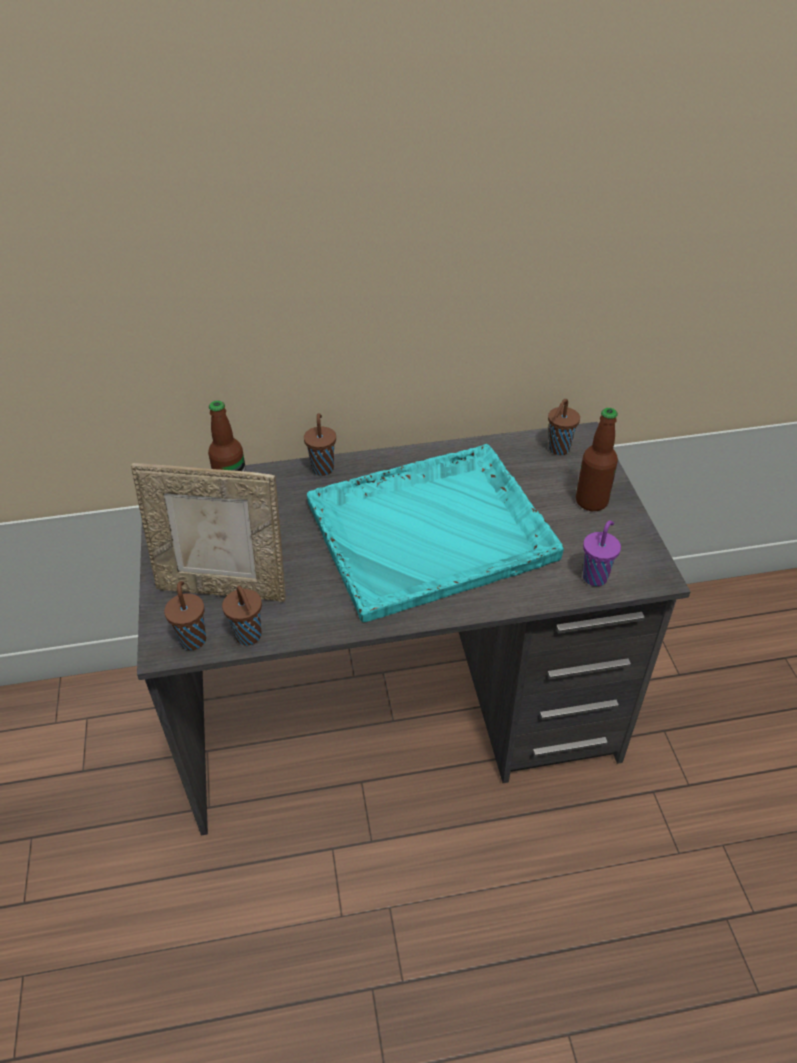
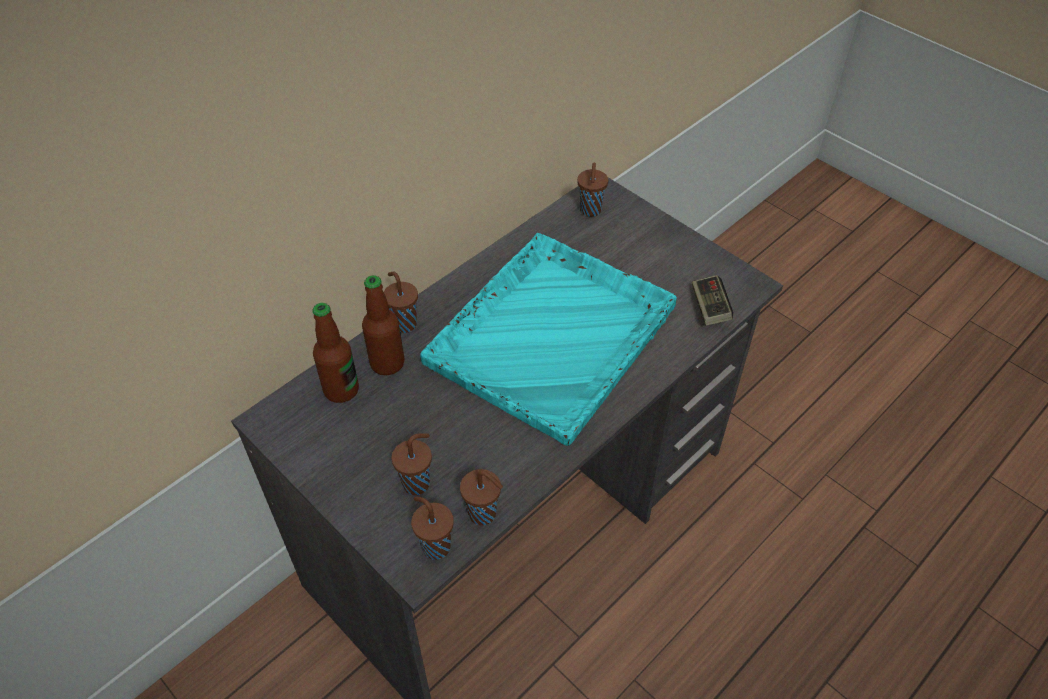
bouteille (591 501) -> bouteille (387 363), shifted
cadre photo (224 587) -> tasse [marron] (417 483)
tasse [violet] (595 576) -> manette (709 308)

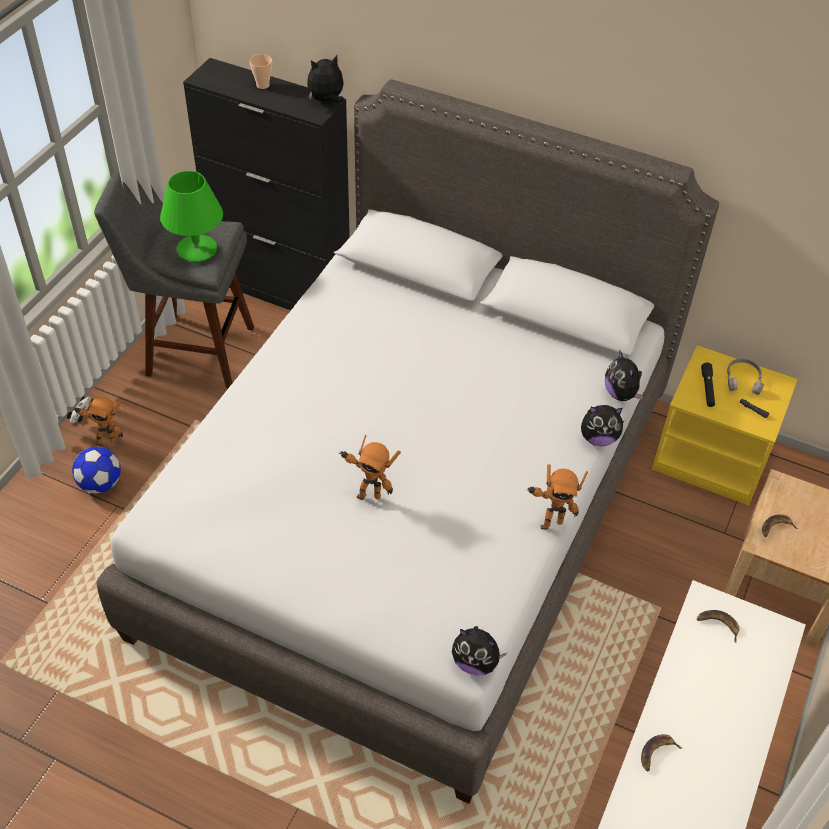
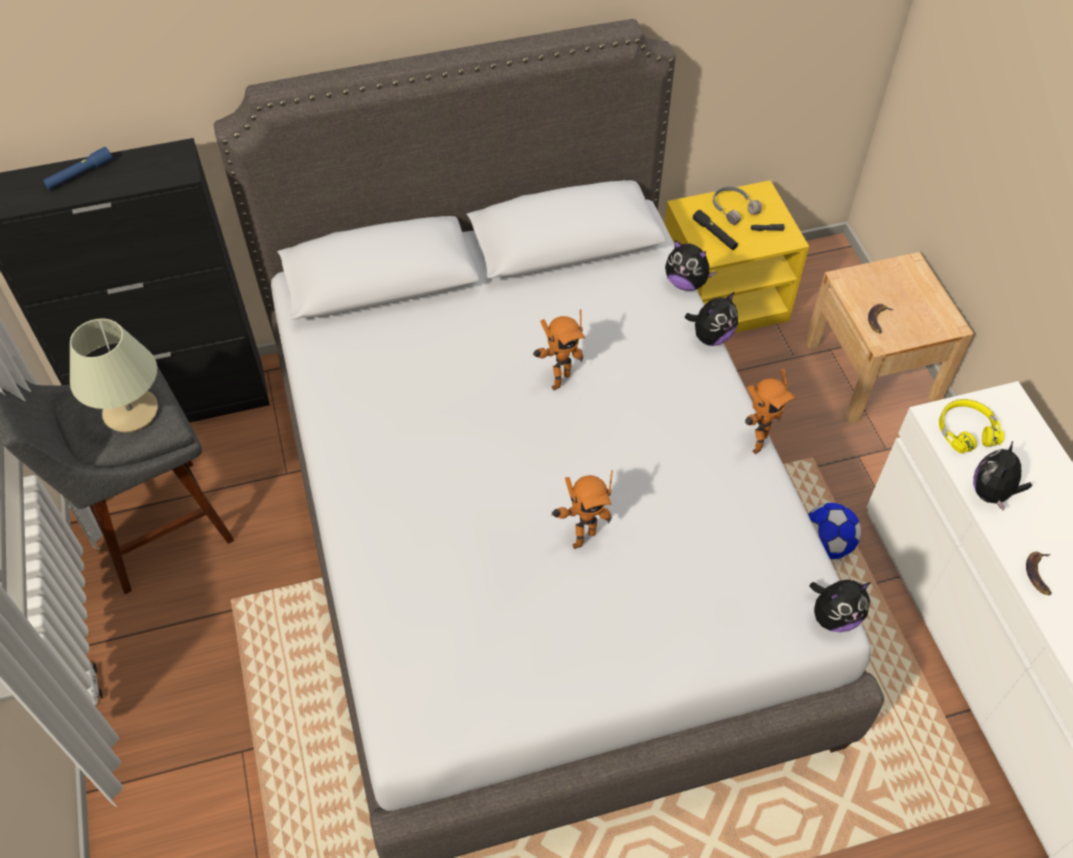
tasse (263 85) -> lampe de poche [bleu] (79 174)
lampe de table [vert] (197 250) -> lampe de table [beige] (132 411)
robot jouet (105 441) -> robot jouet (558 379), shifted
ballon de foot (100 484) -> ballon de foot (826 545), shifted
banane (718 625) -> casque audio [jaune] (965 430)
peluche (326 100) -> peluche (992 493), shifted

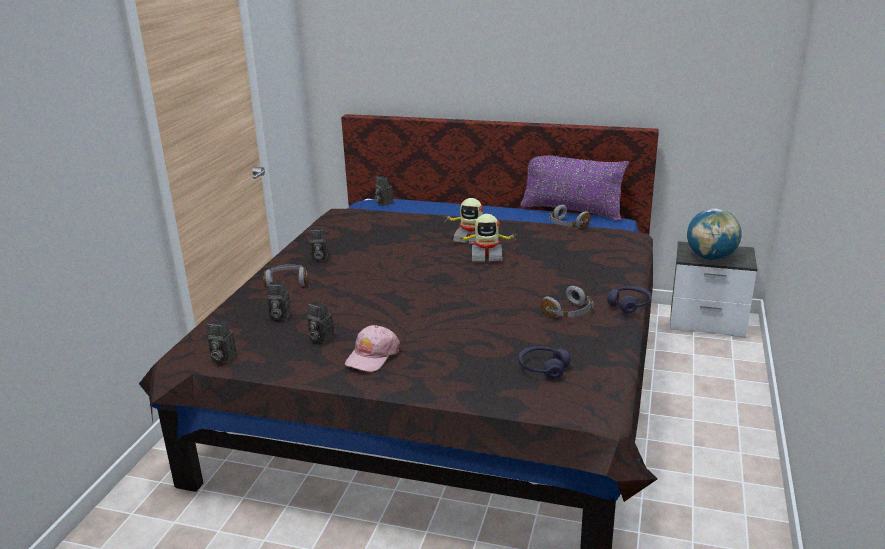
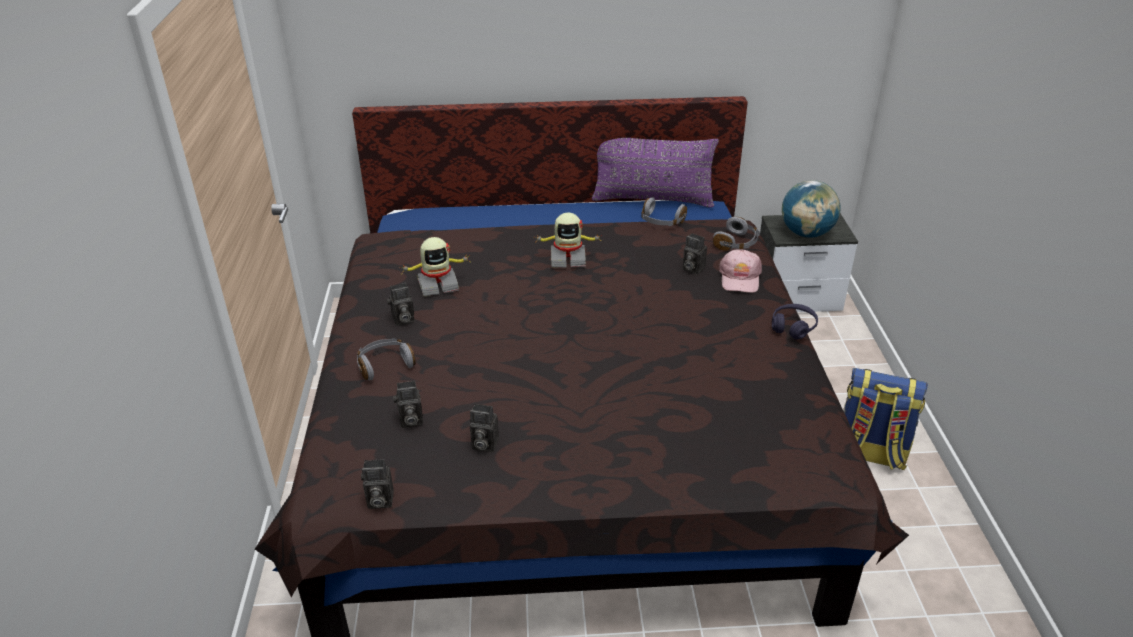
robot jouet (486 256) -> robot jouet (437 284), shifted
appareil photo (383 203) -> appareil photo (692 268), shifted
casque audio [gris] (569 312) -> casque audio [gris] (737 243), shifted
casquette [rose] (372 356) -> casquette [rose] (740 278), shifted
none -> sac à dos (869 453)
casque audio [violet] (543 368) -> none

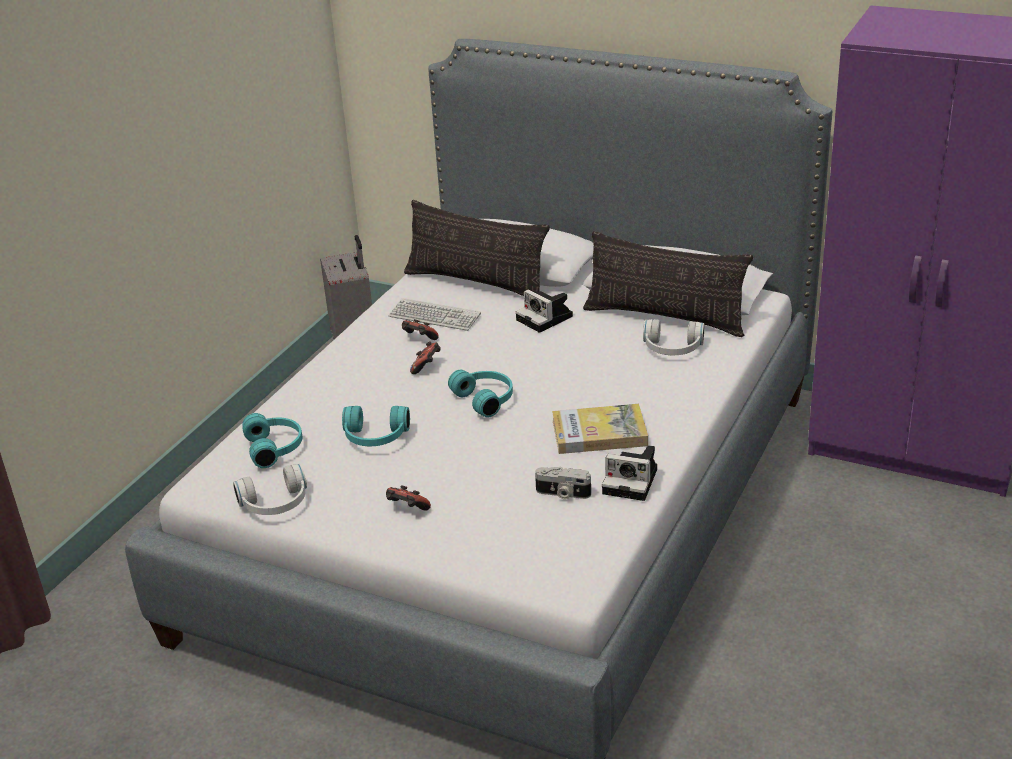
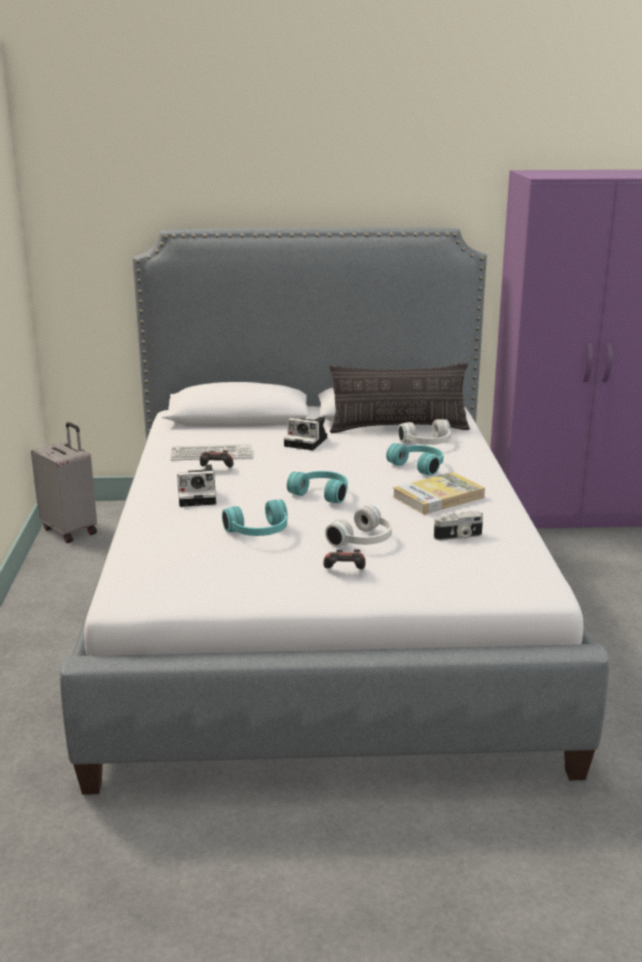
appareil photo (632 481) -> appareil photo (199 496), shifted
casque audio [blanc] (275 504) -> casque audio [blanc] (364 540), shifted
casque audio [turquoise] (276 448) -> casque audio [turquoise] (419 466), shifted
coussin (476 283) -> none
manette (427 367) -> none

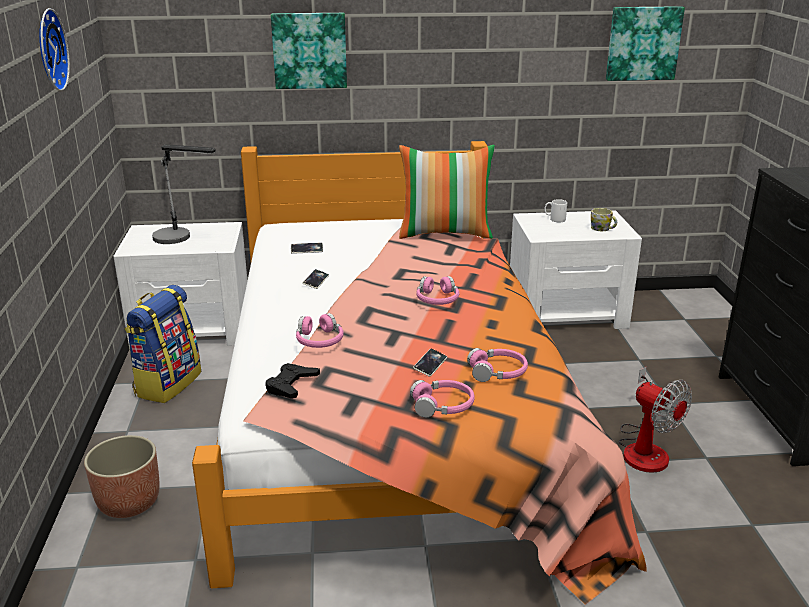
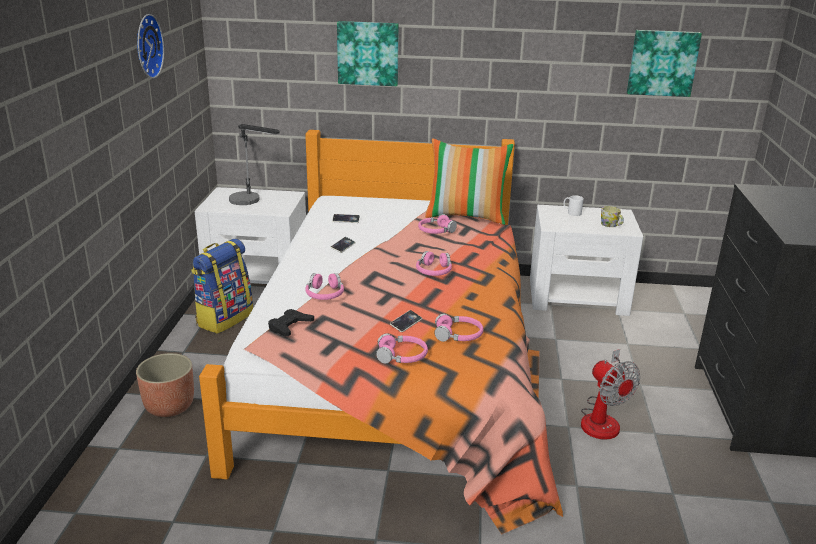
none -> casque audio [rose] (436 231)

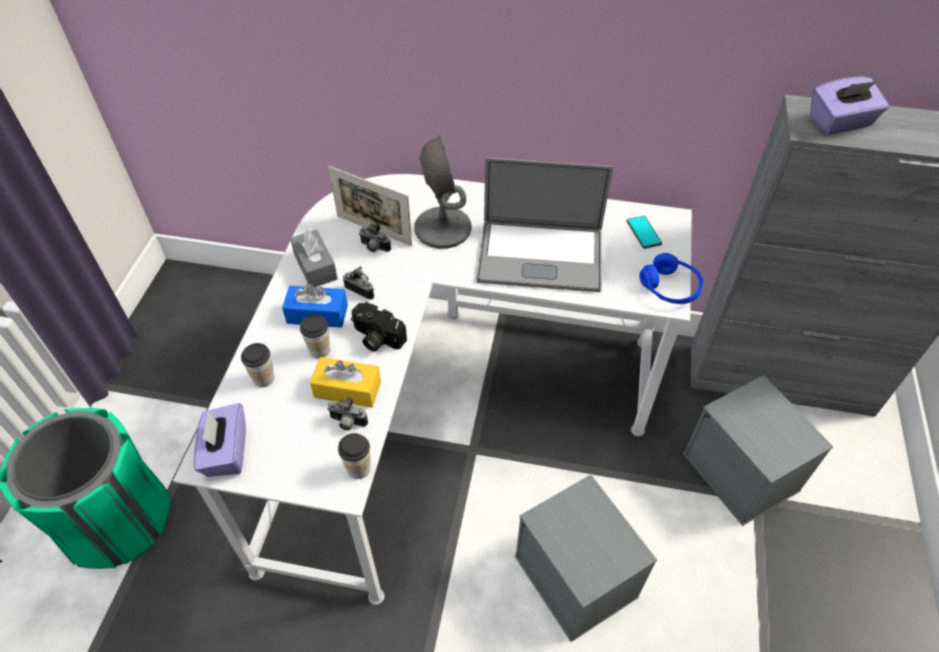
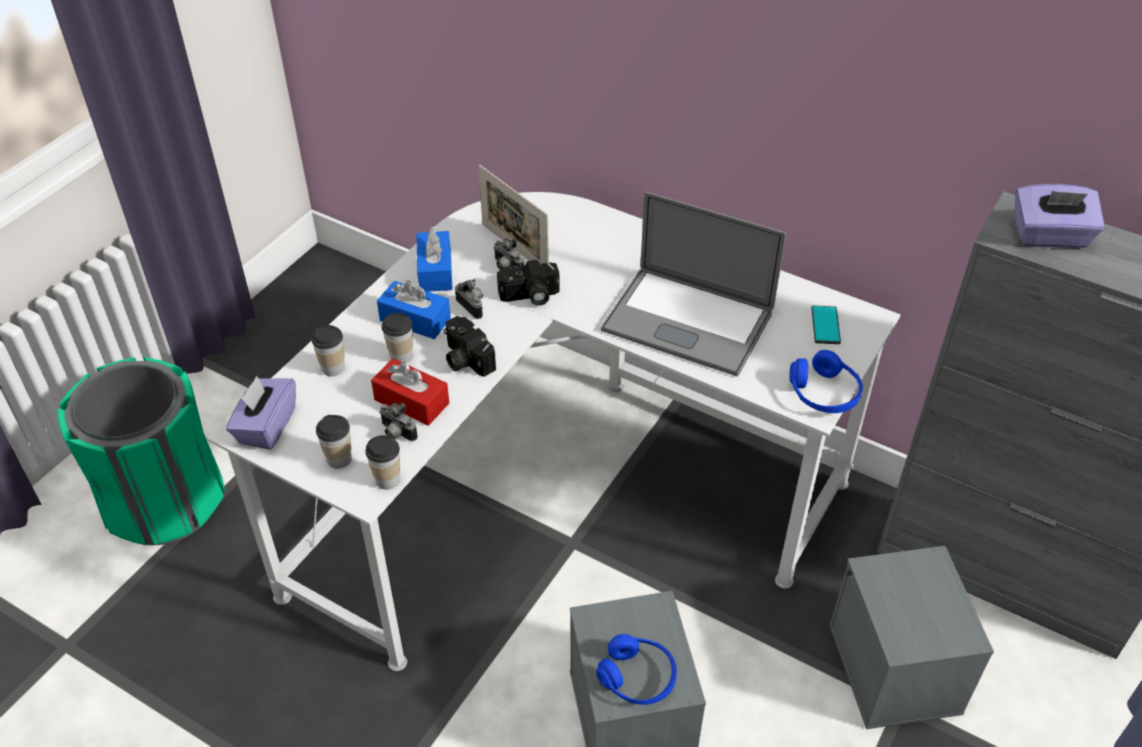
none -> tasse (339 459)
boîte à mouchoirs [jaune] (347 389) -> boîte à mouchoirs [rouge] (411 401)
boîte à mouchoirs [gris] (315 266) -> boîte à mouchoirs [bleu] (435 271)
none -> appareil photo (529 296)
none -> casque audio [bleu] (637 677)
lampe de table [gris] (442 228) -> none

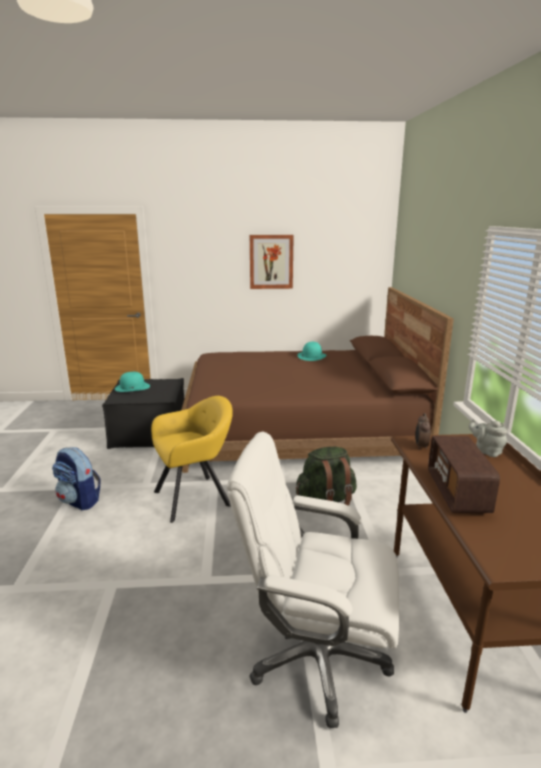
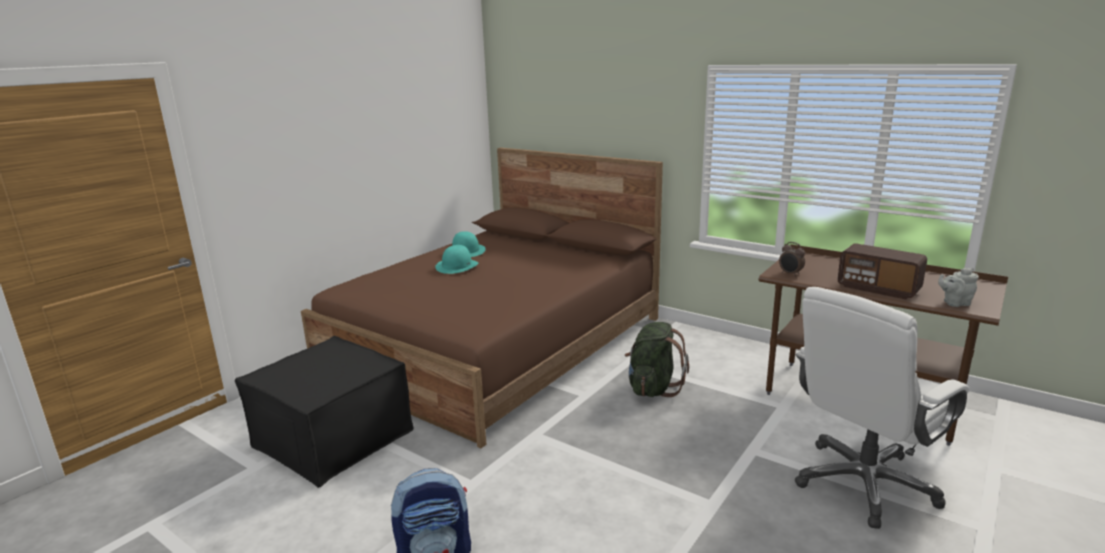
chapeau [turquoise] (132 387) -> chapeau [turquoise] (457 266), shifted
théière [gris] (486 451) -> théière [gris] (954 303), shifted
fauteuil [jaune] (196 497) -> none
tableau (271 262) -> none

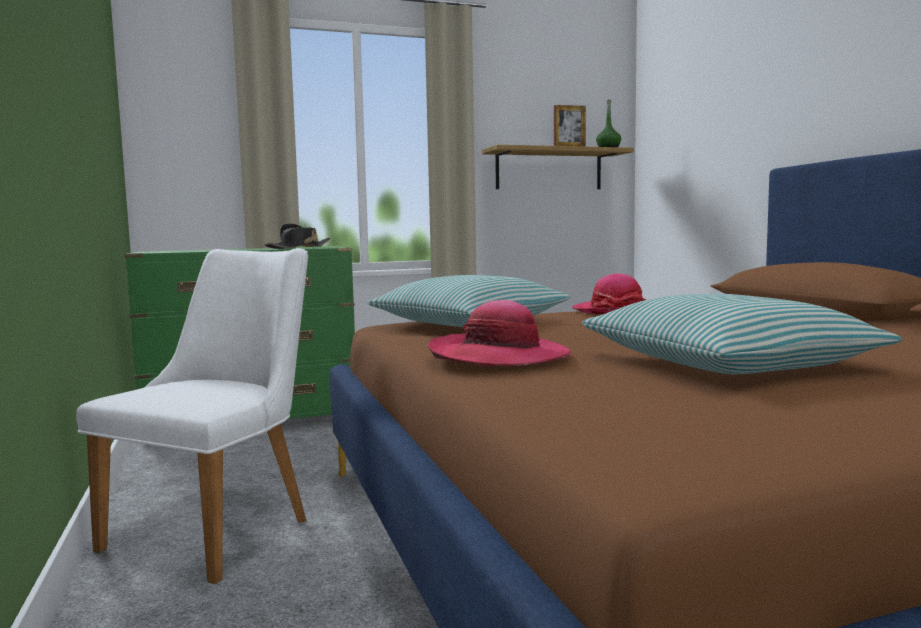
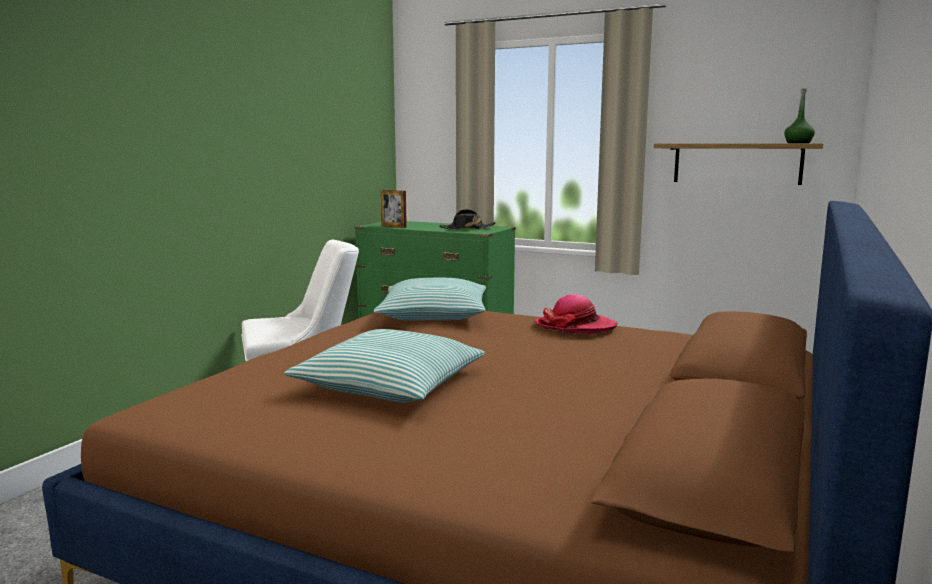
cadre photo (569 147) -> cadre photo (393 226), shifted
chapeau (498 356) -> none

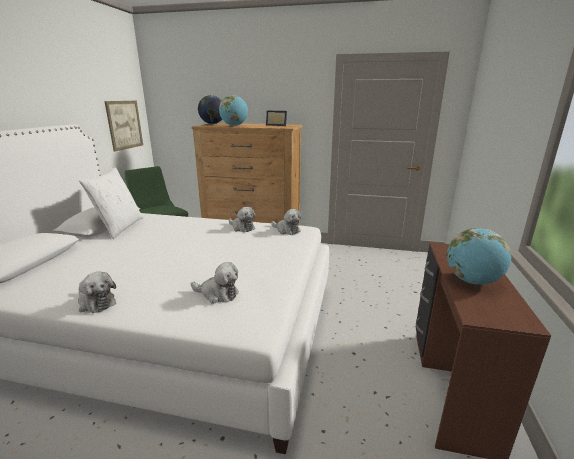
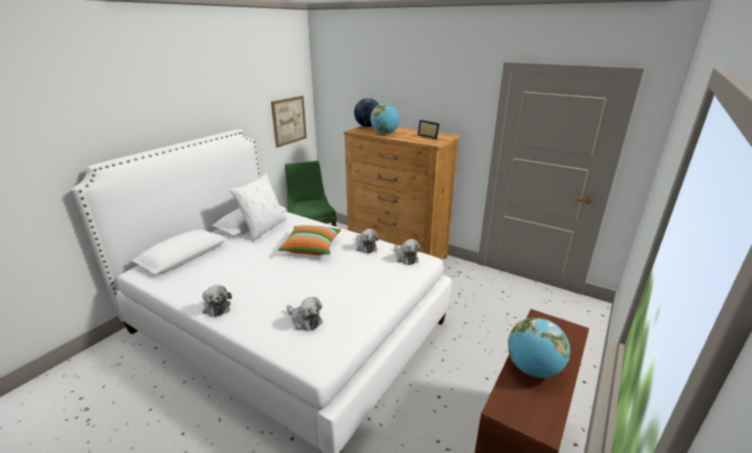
none -> coussin (311 247)

